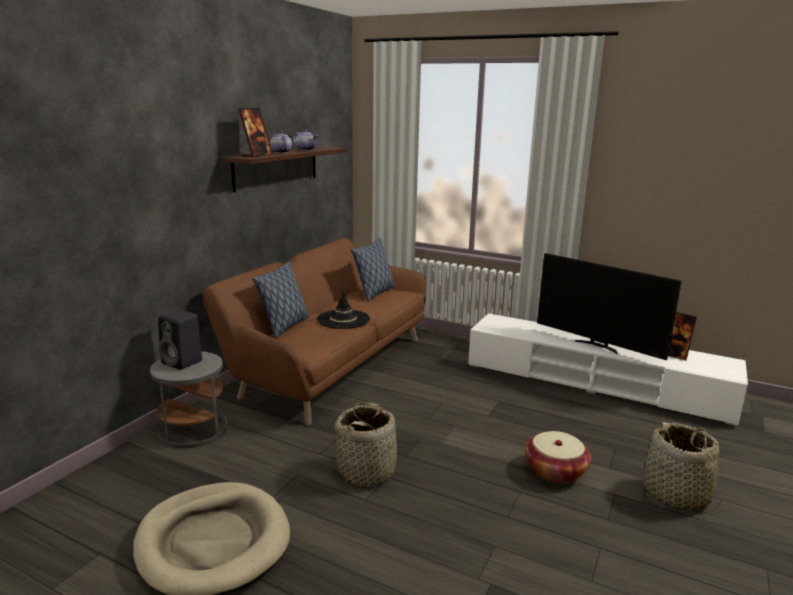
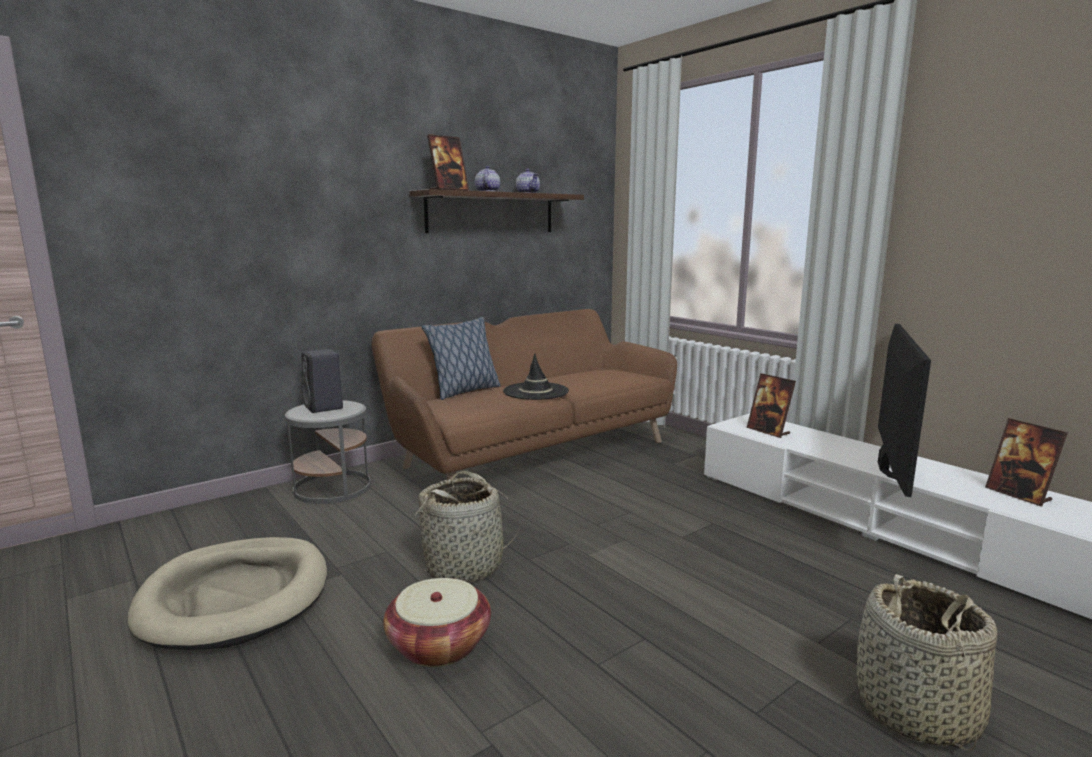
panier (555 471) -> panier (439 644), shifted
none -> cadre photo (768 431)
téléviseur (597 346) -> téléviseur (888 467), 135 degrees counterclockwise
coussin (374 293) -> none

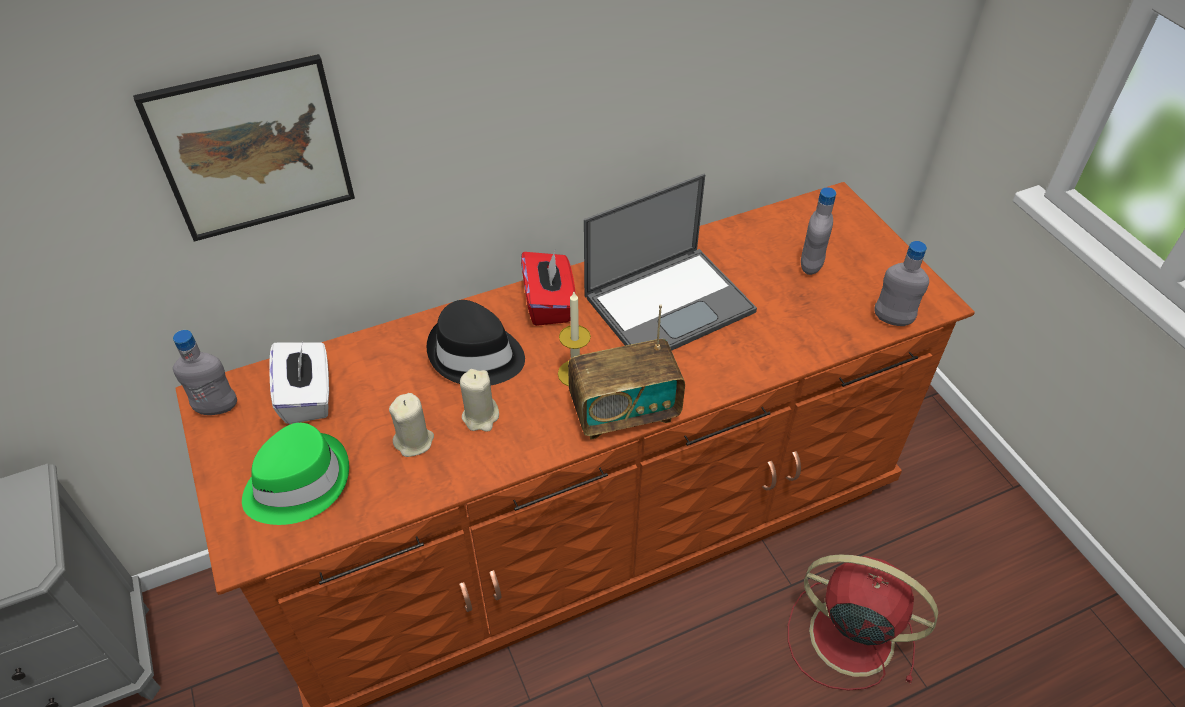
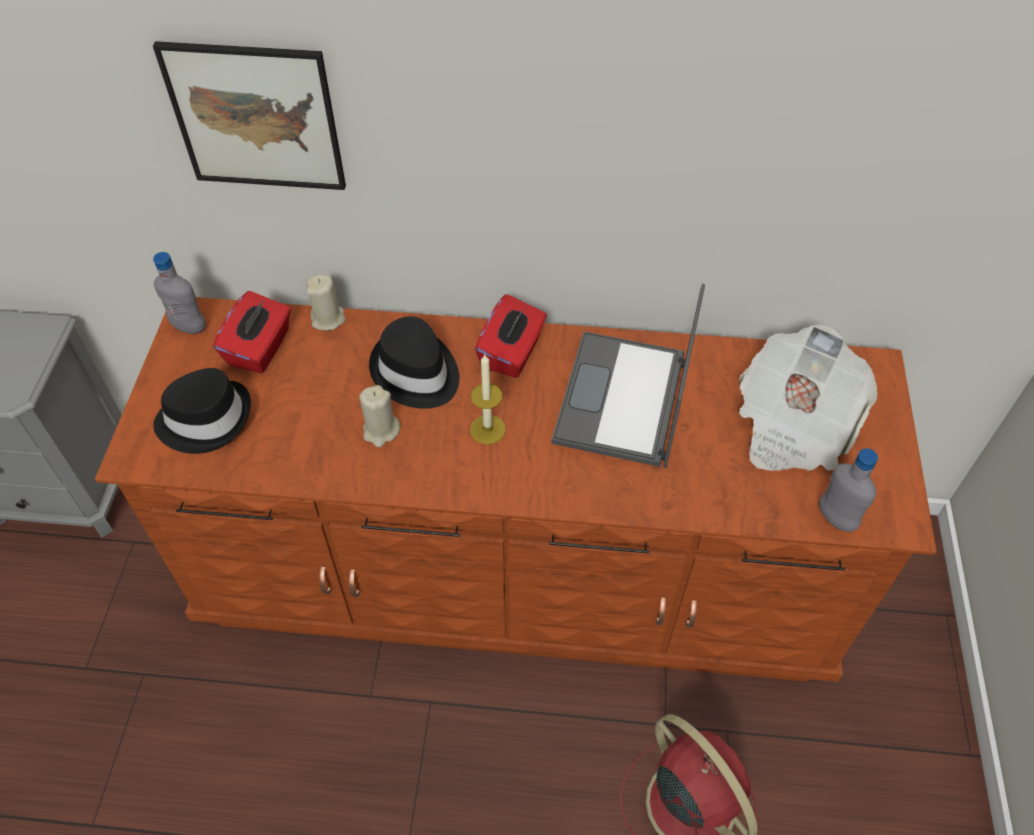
chapeau [vert] (297 482) -> chapeau [noir] (205 418)
boîte à mouchoirs [blanc] (308 397) -> boîte à mouchoirs [rouge] (260 349)
bougie [beige] (414 441) -> bougie [beige] (328 319), shifted
ordinateur portable (670 302) -> ordinateur portable (623 401), 105 degrees clockwise
bouteille [gris] (811 266) -> journal (793 424)
radio (624 412) -> none

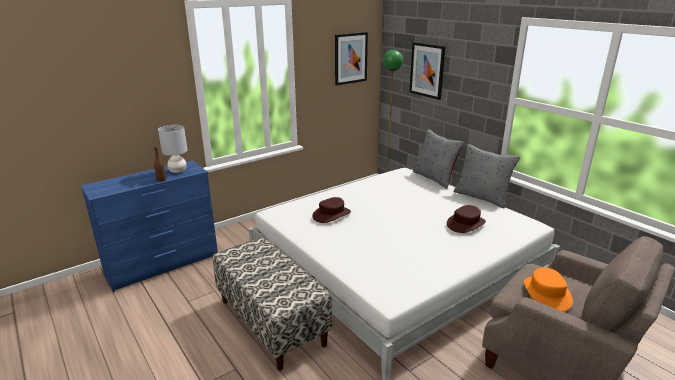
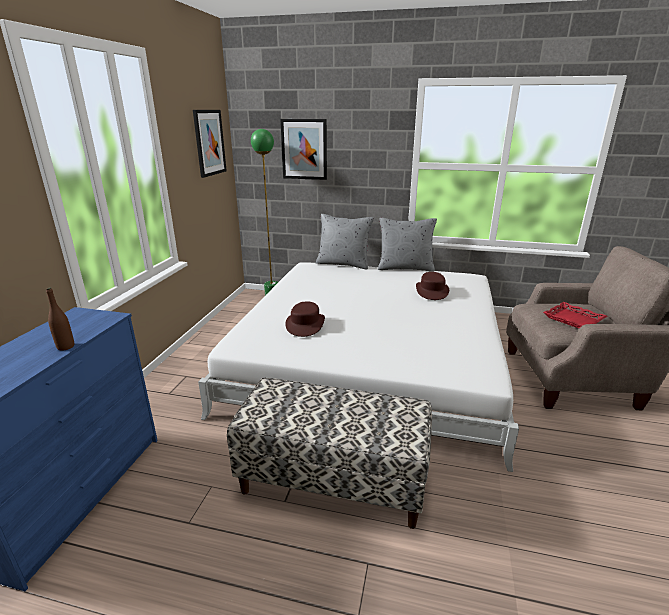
chapeau [orange] (546 293) -> plateau [rouge] (573 319)
lampe de table [gris] (178 171) -> none

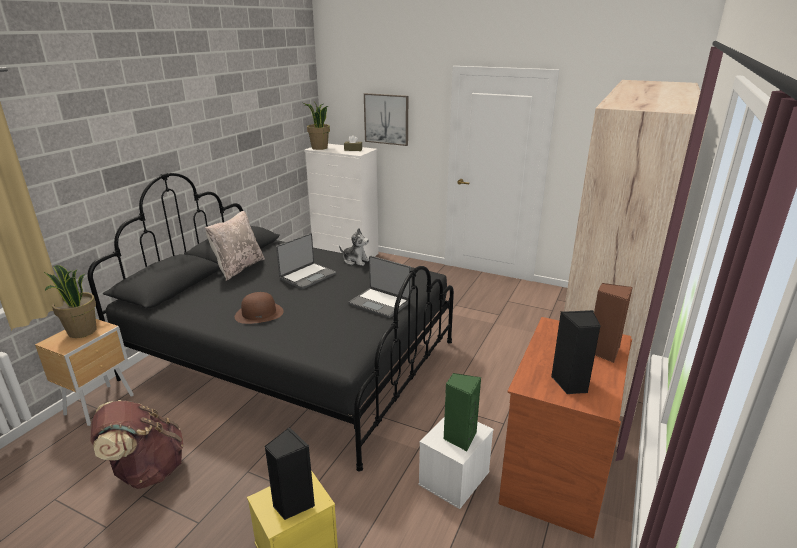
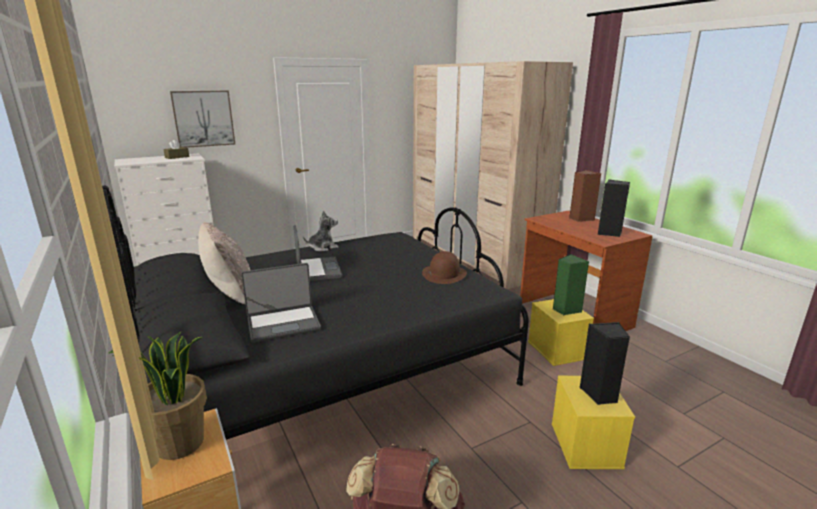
ordinateur portable (380 303) -> ordinateur portable (283 324), shifted
chapeau [marron] (259 313) -> chapeau [marron] (444 274), shifted
boîte de rangement [blanc] (454 479) -> boîte de rangement [jaune] (557 350)
plante en pot (319 148) -> none

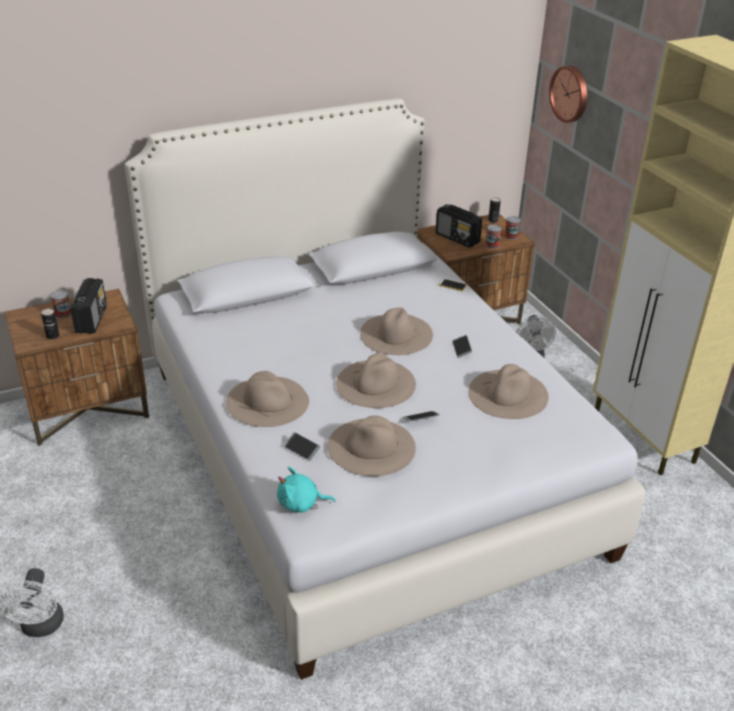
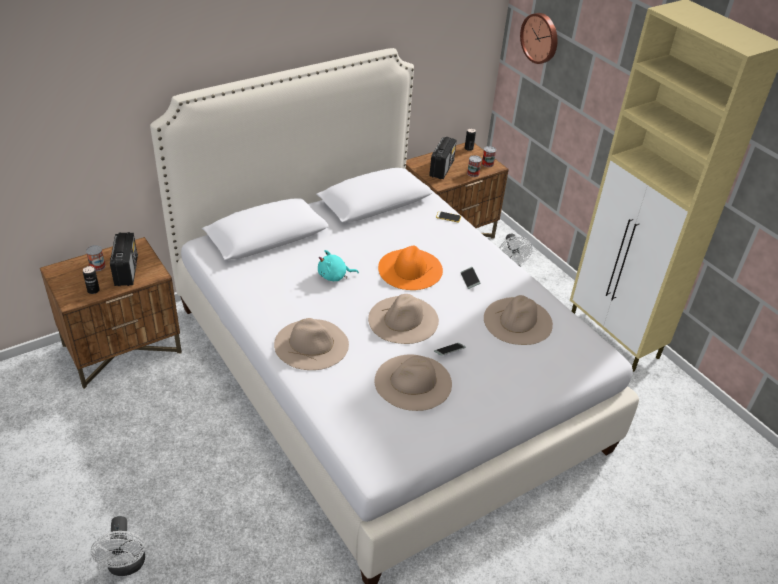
peluche [turquoise] (301 504) -> peluche [turquoise] (334 276), shifted
chapeau [beige] (396 334) -> chapeau [orange] (410 269)
radio (457 238) -> radio (442 168), 105 degrees counterclockwise
téléphone (302 449) -> none

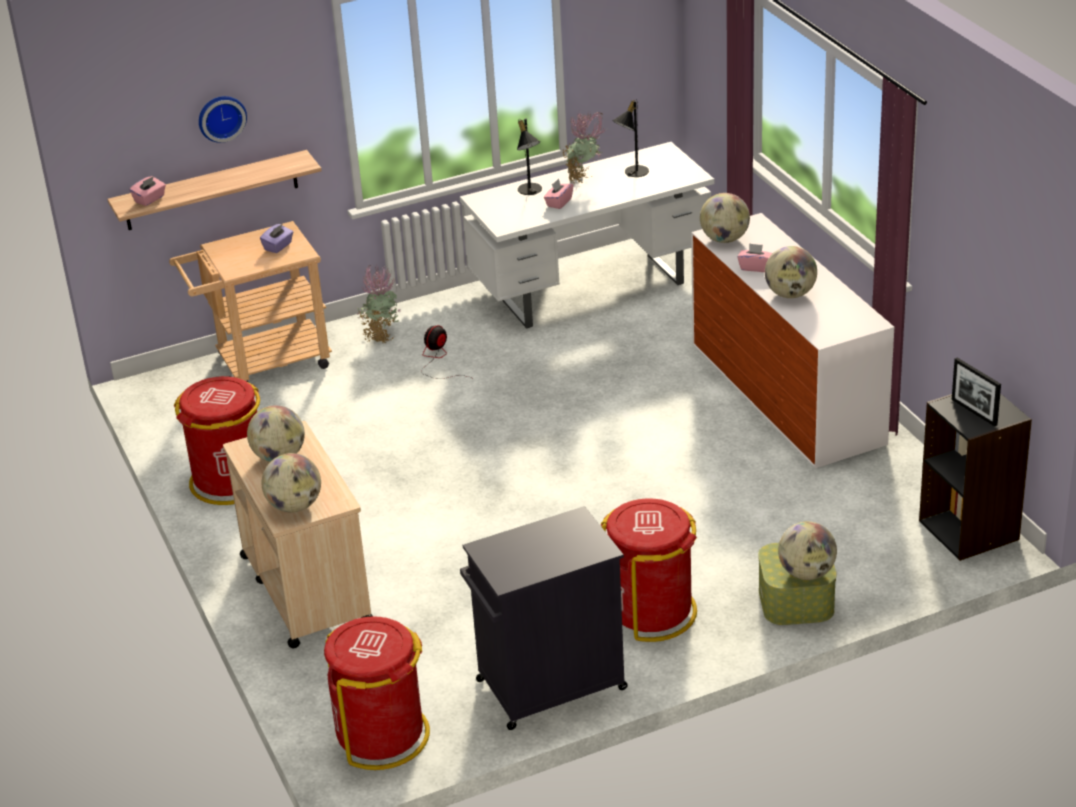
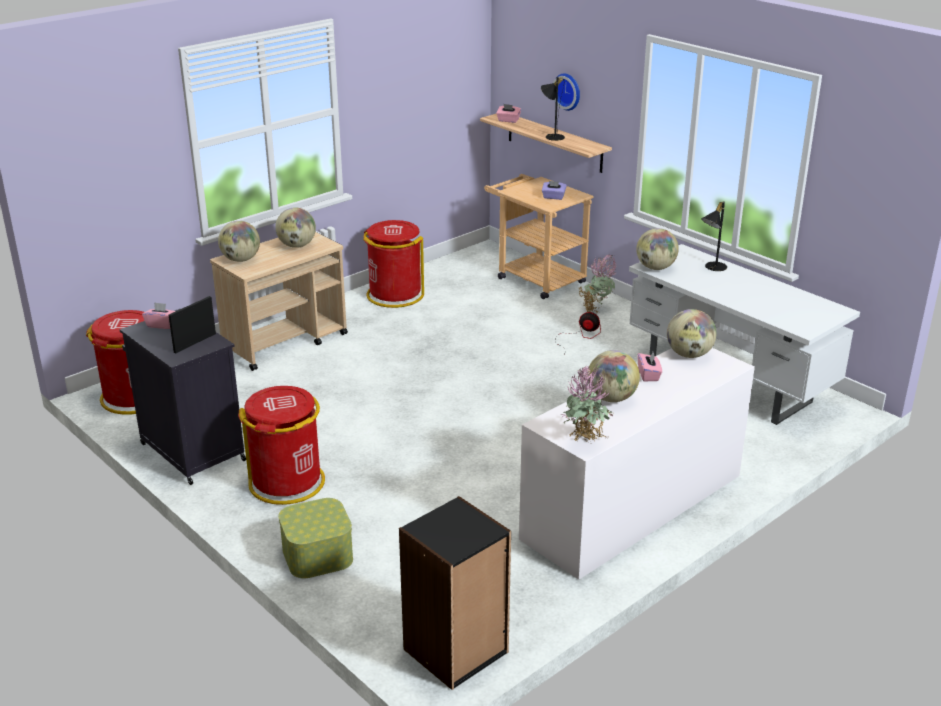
boîte à mouchoirs [rose] (559 202) -> boîte à mouchoirs [rose] (161 325), shifted
cadre photo (974 412) -> cadre photo (195 343), shifted
lampe de table [noir] (632 172) -> lampe de table [noir] (552 136), shifted
plante en pot (584 180) -> plante en pot (586 442), shifted
globe (807 573) -> globe (655 268), shifted

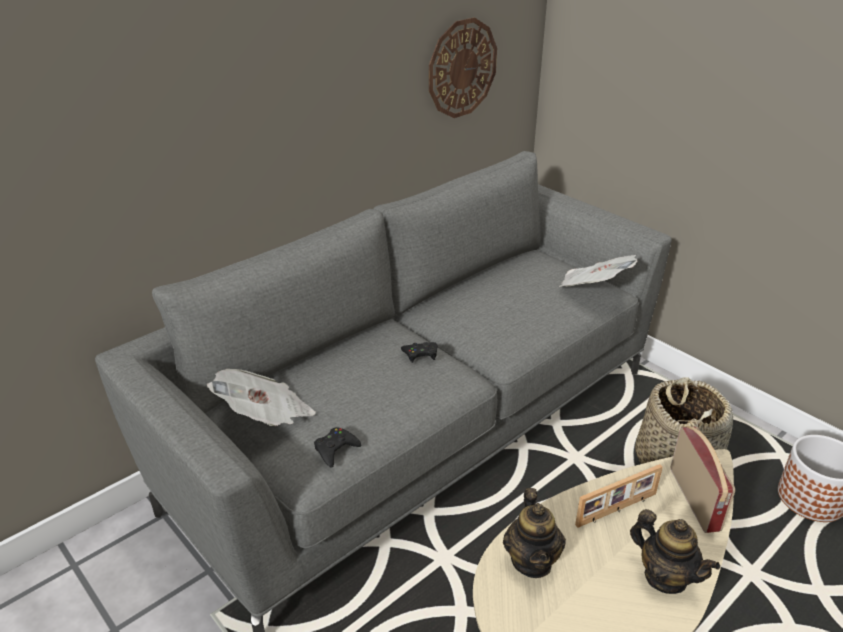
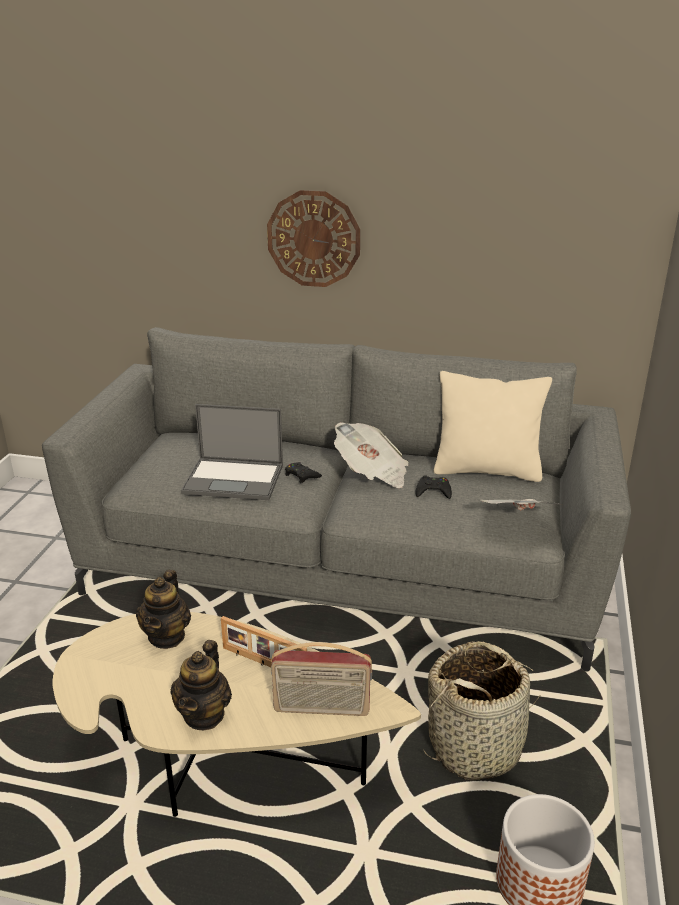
théière (532 561) -> théière (167 636), 45 degrees counterclockwise
none -> ordinateur portable (235 479)
horloge murale (462 68) -> horloge murale (313 239), shifted
radio (695 499) -> radio (321 708), 45 degrees clockwise
journal (266 417) -> journal (372 473), shifted
manette [noir] (335 449) -> manette [noir] (433 491), shifted
none -> coussin [beige] (487 470)

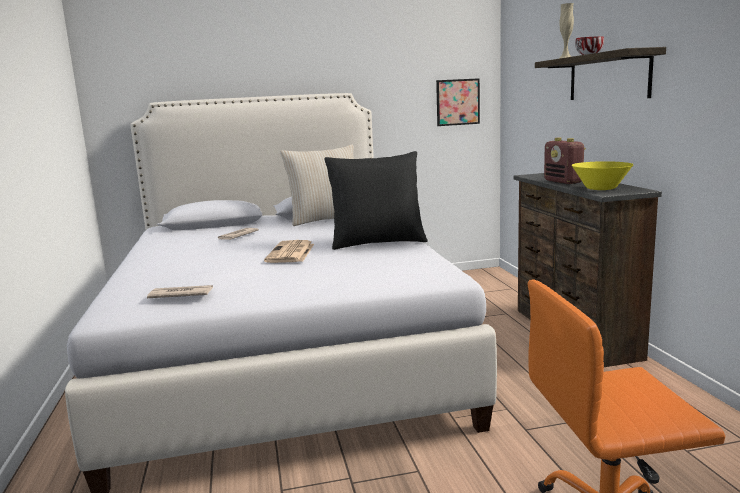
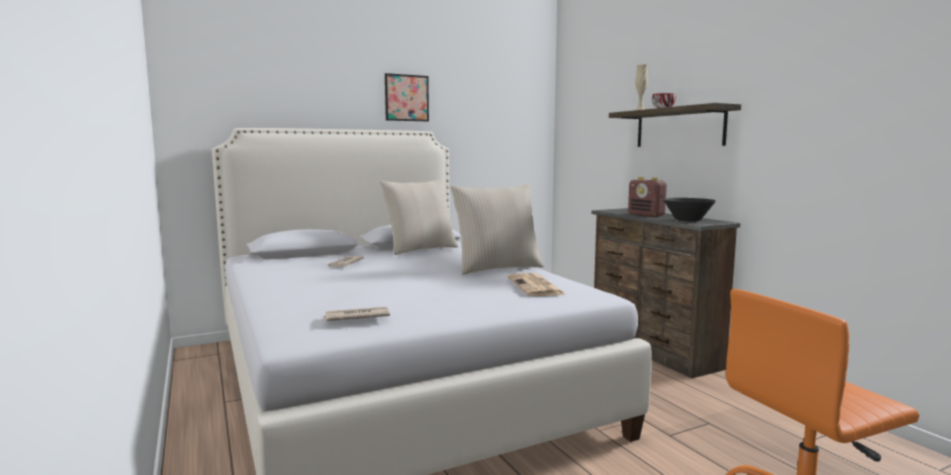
tableau (458 102) -> tableau (406 98), shifted
coussin [noir] (377 242) -> coussin [beige] (497 268)
journal (291 253) -> journal (536 286), shifted
bol [jaune] (600 188) -> bol [noir] (687 220)

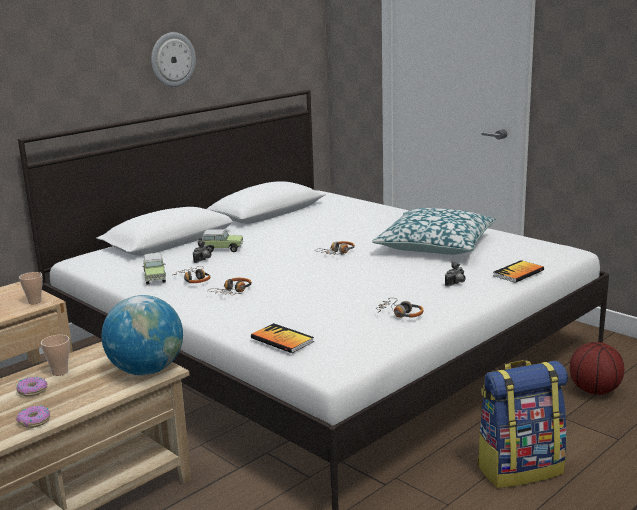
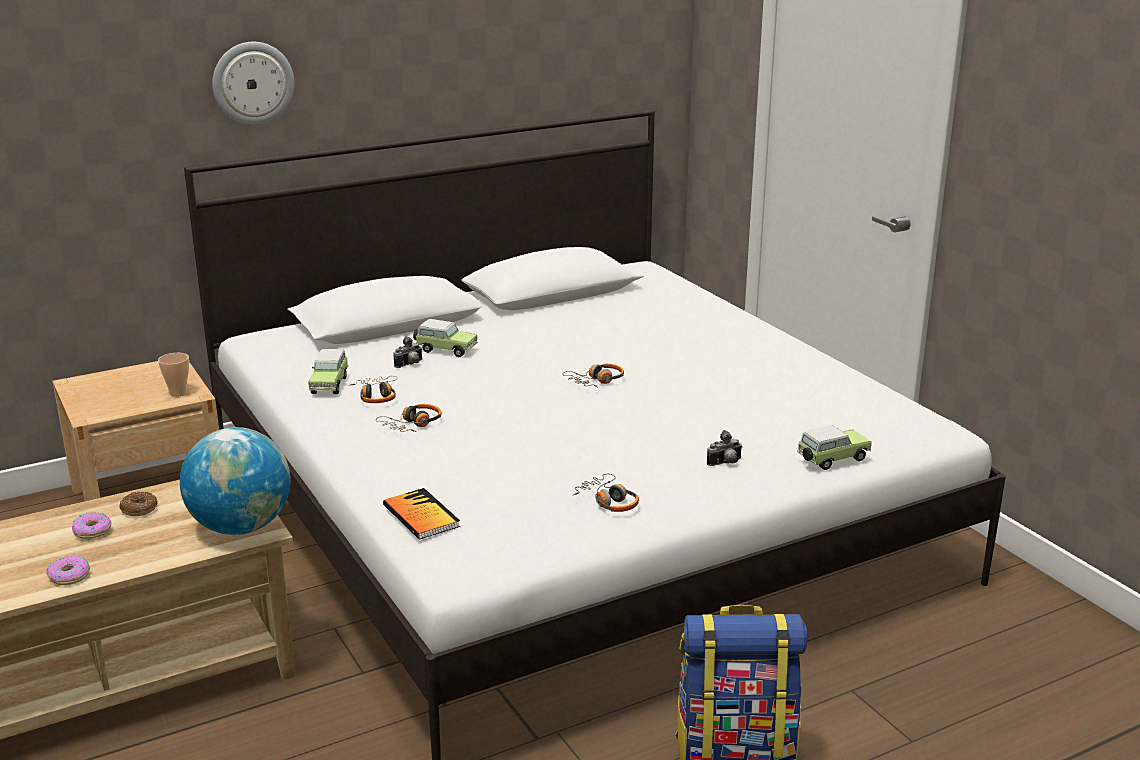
tasse (60 372) -> beignet (139 509)
horloge murale (172 59) -> horloge murale (253 83), shifted
livre (518 273) -> petite voiture (831 460)
coussin (435 245) -> none
ballon de basket (594 391) -> none

